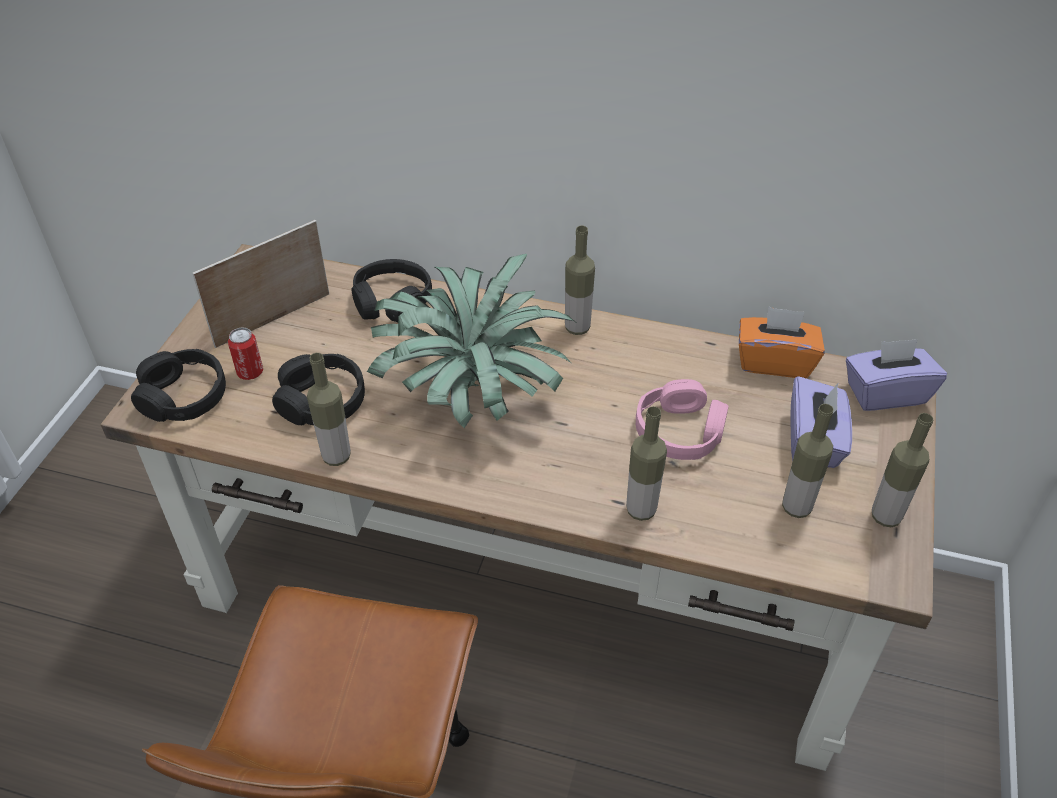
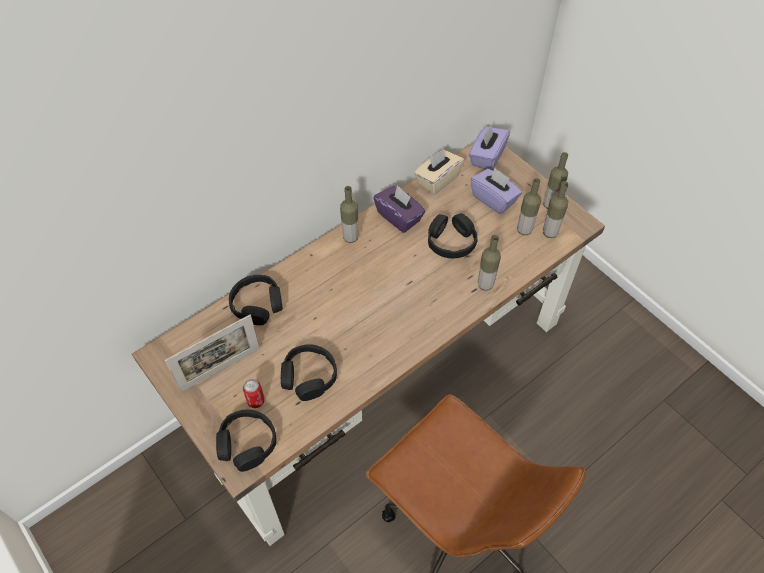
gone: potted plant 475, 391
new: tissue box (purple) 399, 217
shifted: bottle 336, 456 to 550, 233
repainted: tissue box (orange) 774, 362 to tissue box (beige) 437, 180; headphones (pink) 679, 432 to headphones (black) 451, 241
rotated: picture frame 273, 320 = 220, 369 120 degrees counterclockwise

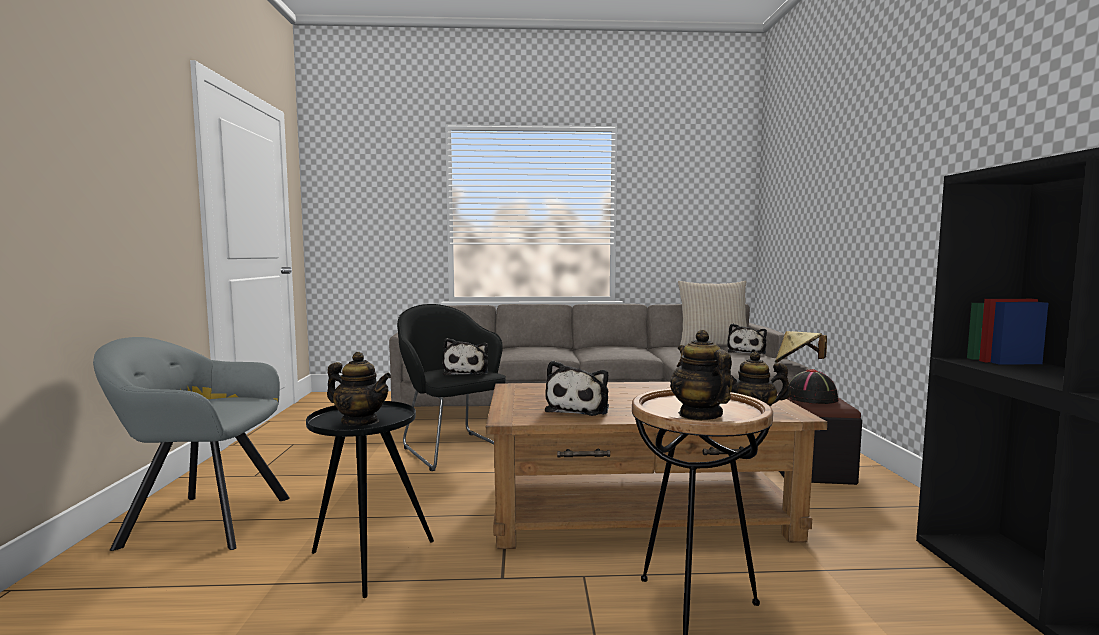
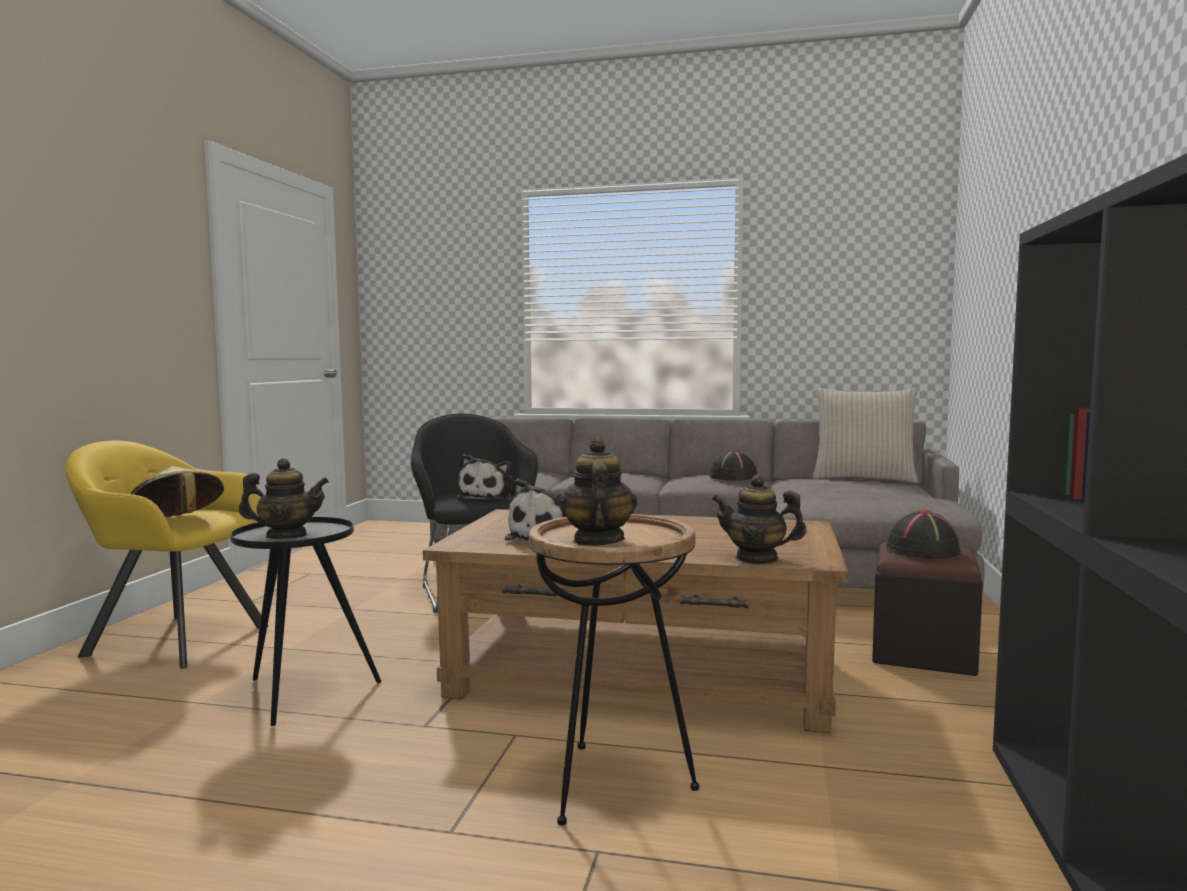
gone: plush toy 747, 352
new: hat (black) 733, 477
shifted: hat (beige) 798, 364 to 178, 521
repainted: armchair (grey) 201, 520 to armchair (yellow) 172, 639
rotated: teapot 360, 422 = 286, 536 45 degrees counterclockwise

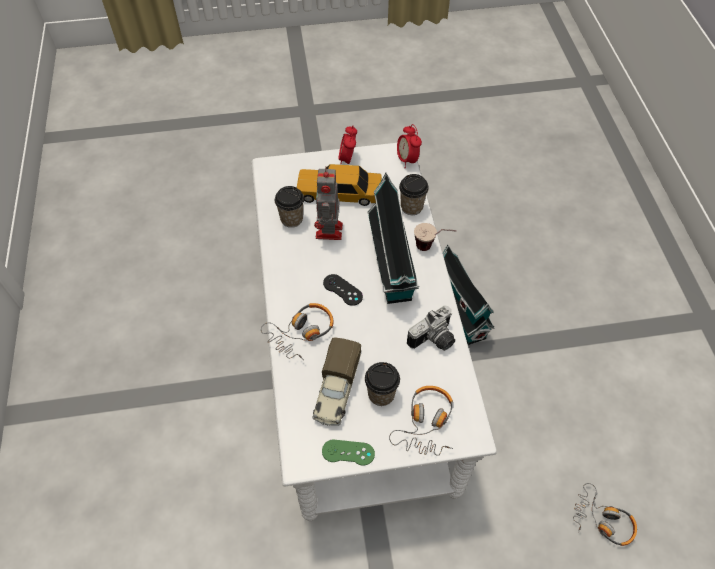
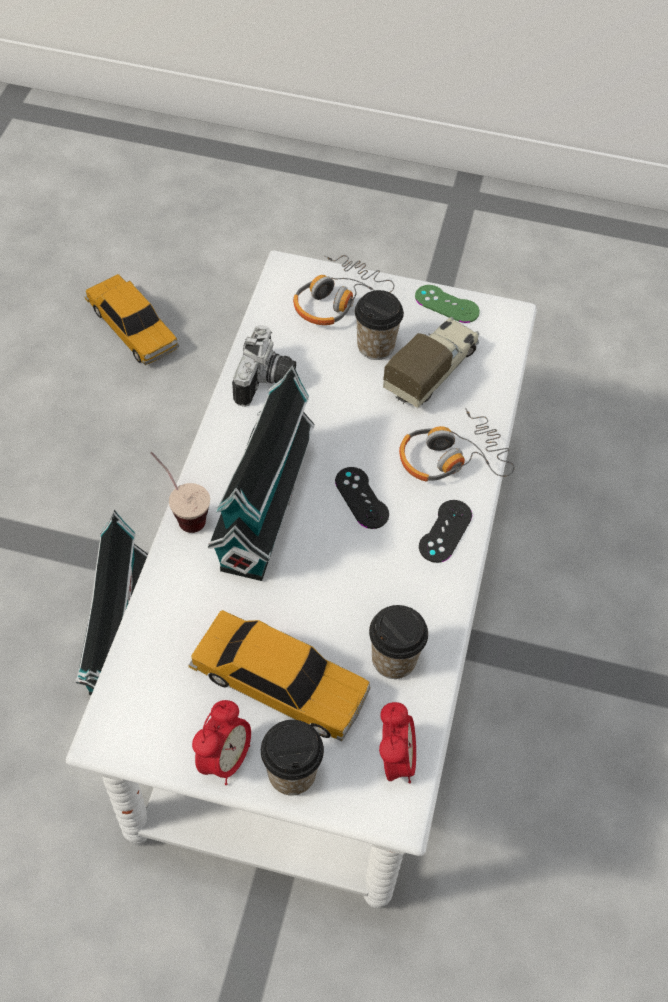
gone: toy robot 329, 232
new: game controller (black) 445, 531
shifted: alarm clock 407, 160 to 395, 760; cup 411, 207 to 292, 774
swapped: headphones 602, 520 to toy car 133, 328
rotated: photo camera 434, 340 = 267, 382 120 degrees clockwise

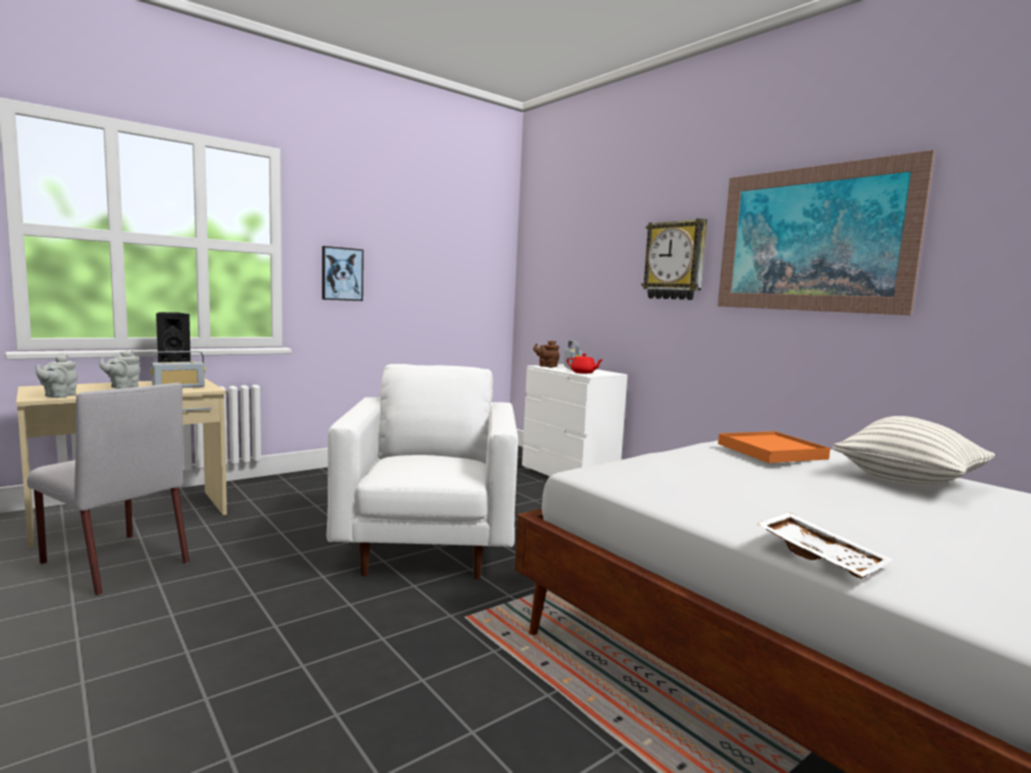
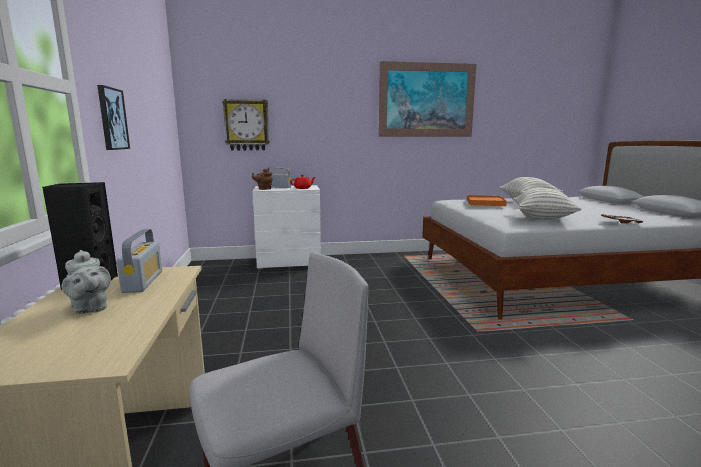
gone: teapot (grey) 58, 396; armchair (white) 428, 547
new: pillow 542, 219
shifted: wall clock 675, 260 to 247, 125

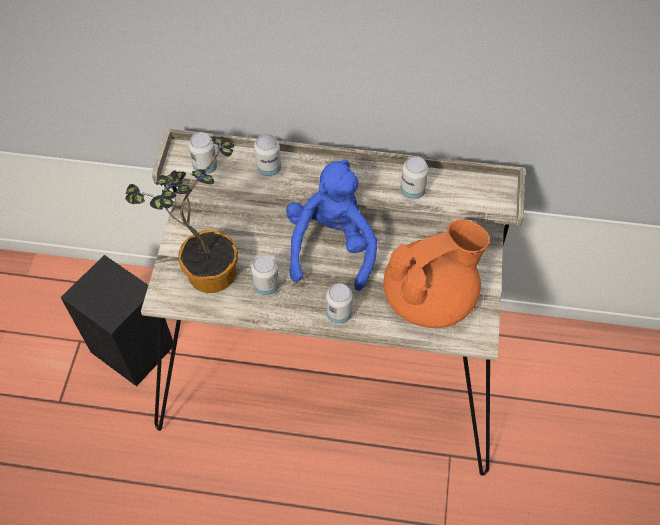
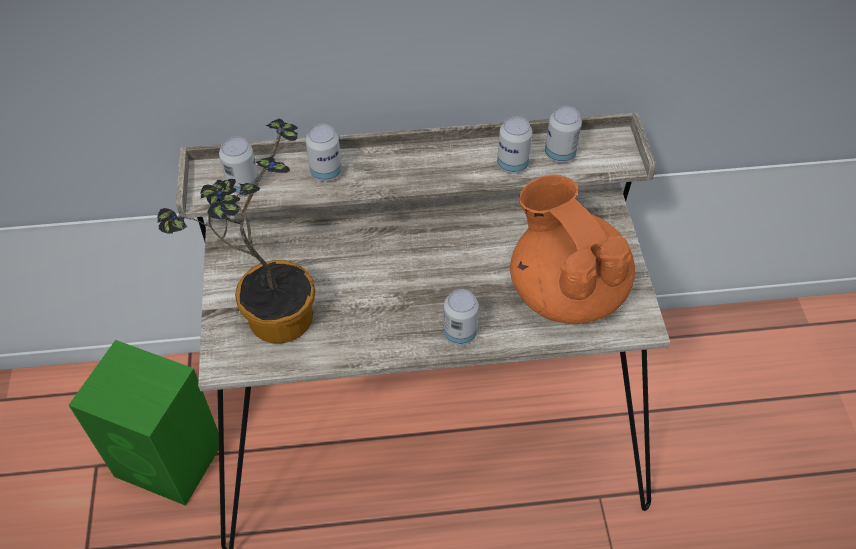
gone: plush toy (blue) 332, 246
shifted: can 266, 286 to 560, 154
repainted: speaker (black) 134, 350 to speaker (green) 171, 460
rotated: teapot (orange) 430, 298 = 565, 290 75 degrees counterclockwise

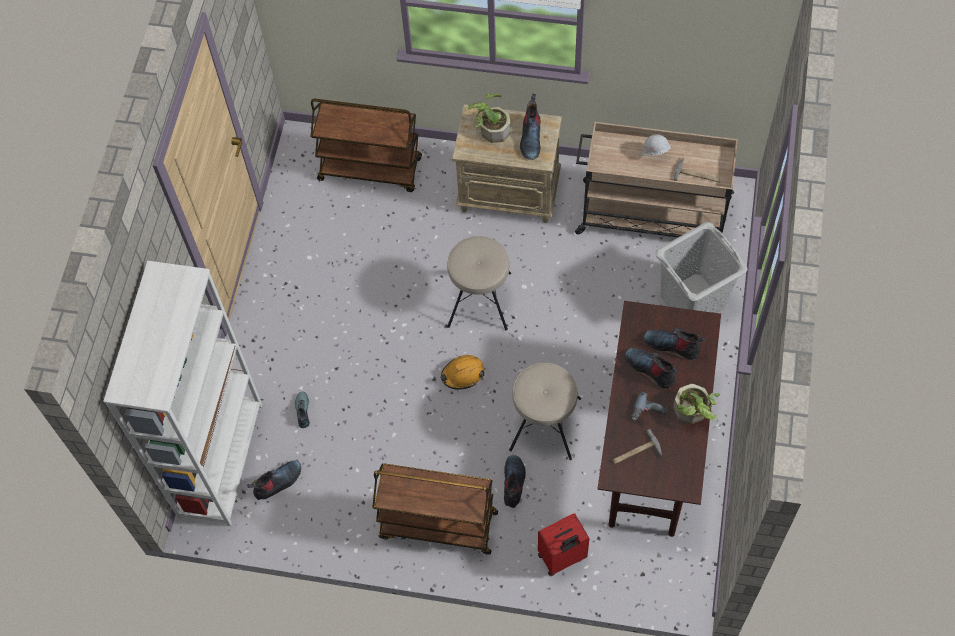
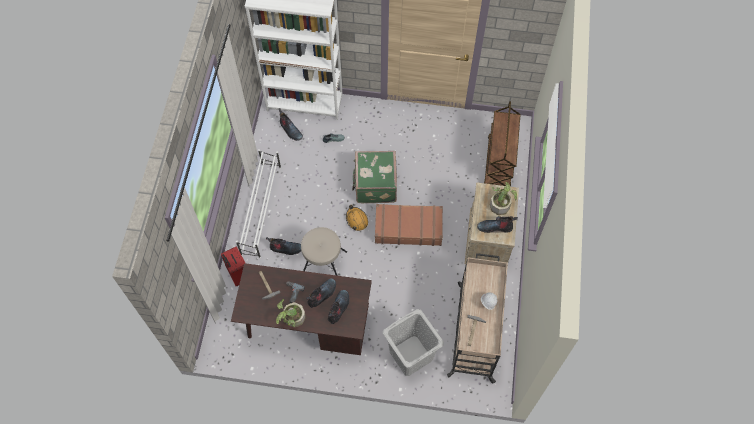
new: suitcase (green) 374, 185
swapped: stool (beige) 480, 299 to suitcase (brown) 408, 228; cart (brown) 437, 525 to shoe rack (white) 261, 209

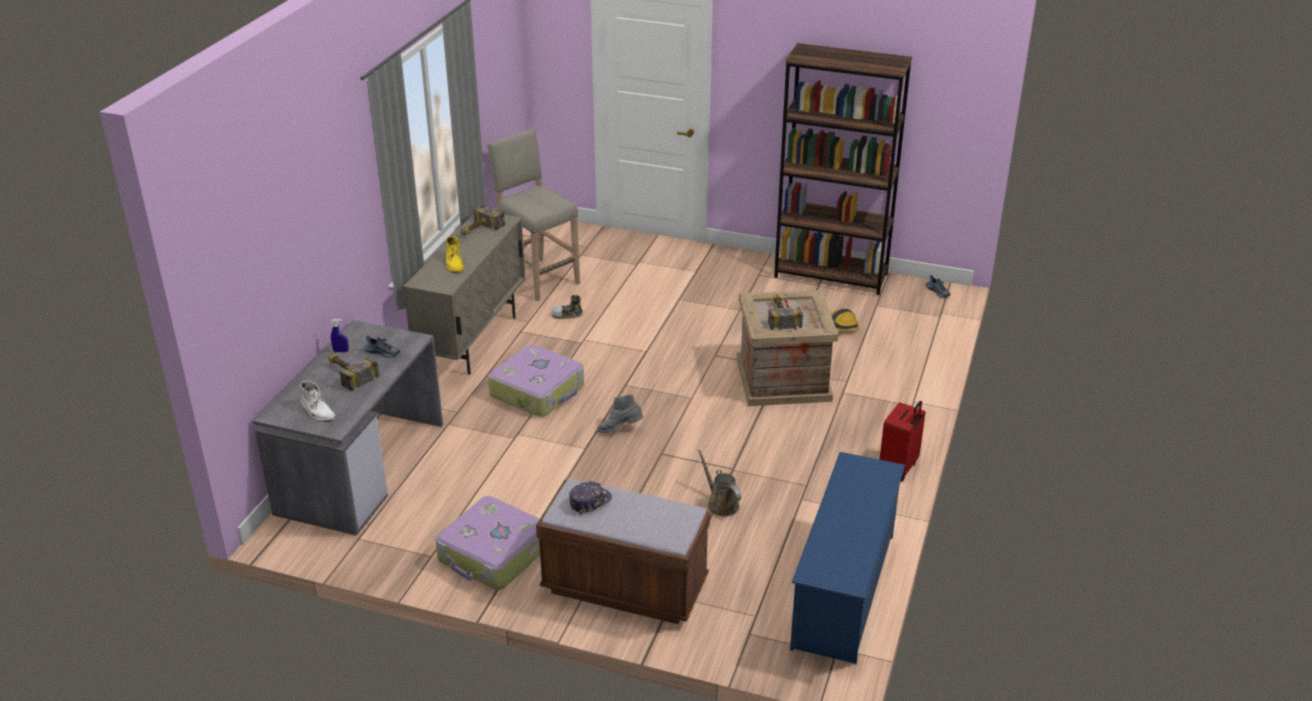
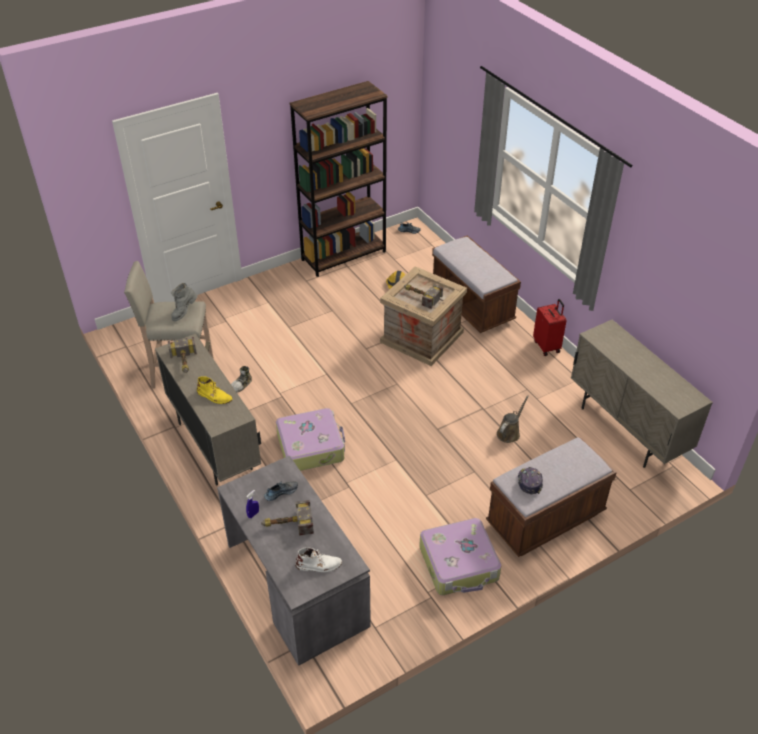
new: bench (brown) 472, 305
shifted: boot (grey) 620, 430 to 184, 312
swapped: shoe rack (blue) 844, 590 to cabinet (beige) 626, 430
rotated: watering can (brown) 721, 504 = 509, 432 120 degrees clockwise

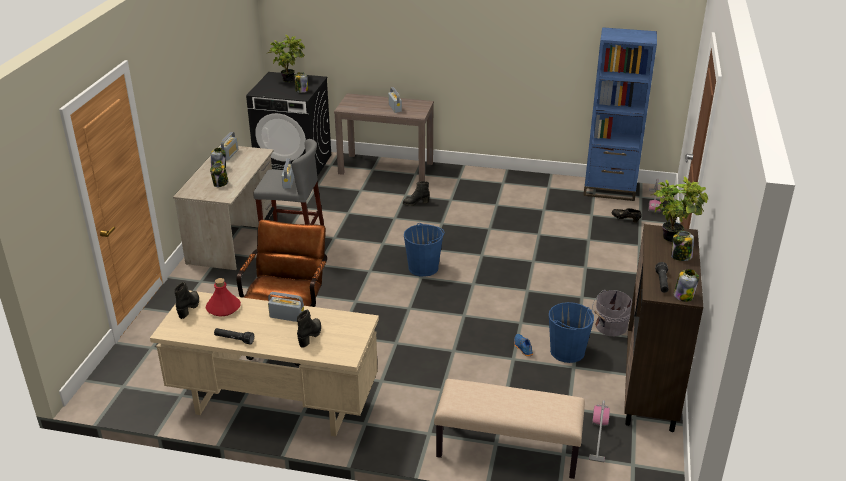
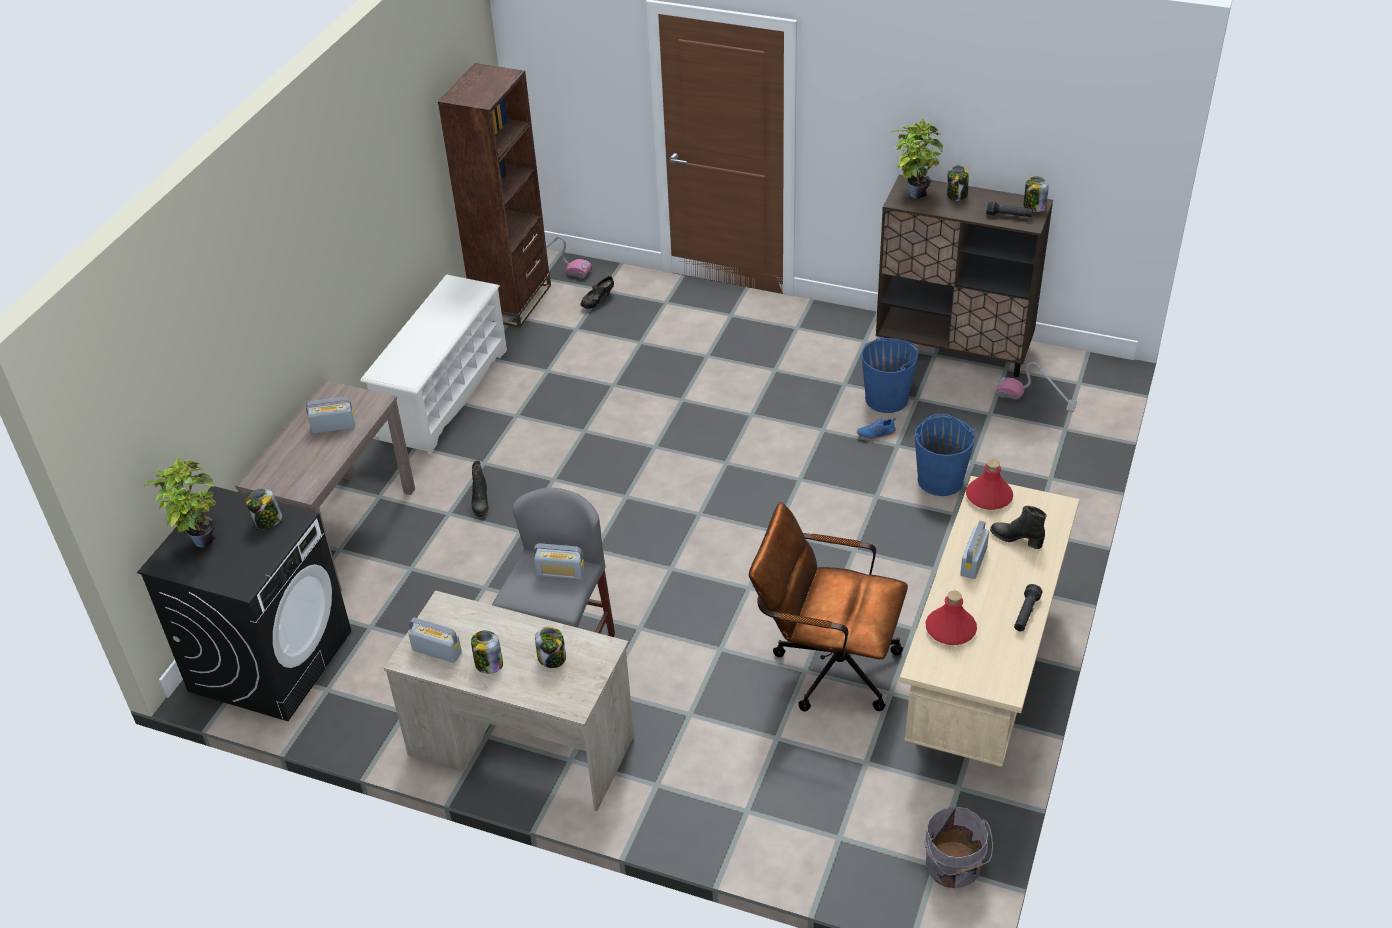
gone: boot (black) 189, 307; bench (beige) 507, 450
new: shoe rack (white) 444, 394; bottle (red) 989, 497
shifted: bucket (blue) 423, 268 to 940, 480; bucket (grey) 609, 327 to 953, 867
repainted: bookcase (blue) 609, 190 to bookcase (brown) 512, 301

